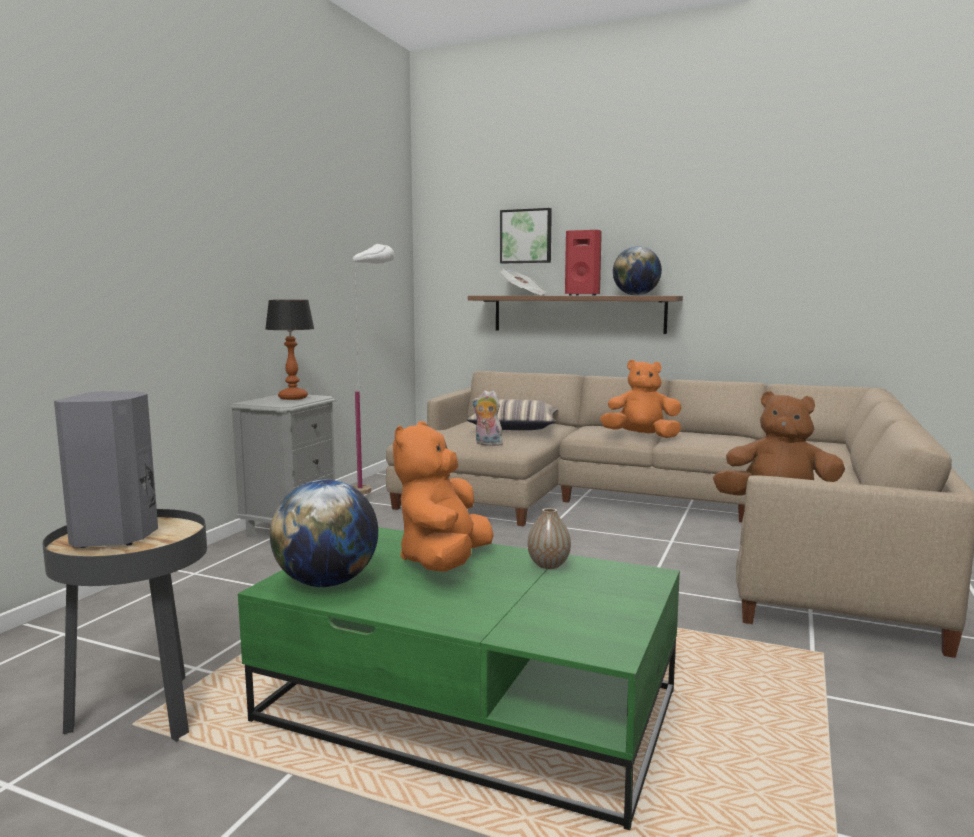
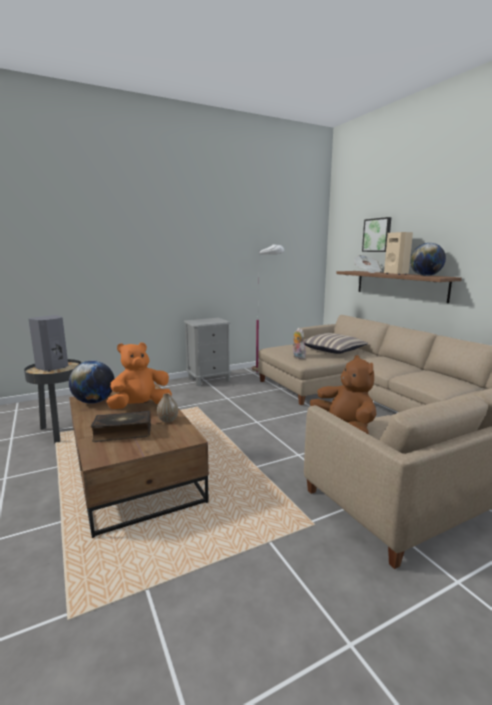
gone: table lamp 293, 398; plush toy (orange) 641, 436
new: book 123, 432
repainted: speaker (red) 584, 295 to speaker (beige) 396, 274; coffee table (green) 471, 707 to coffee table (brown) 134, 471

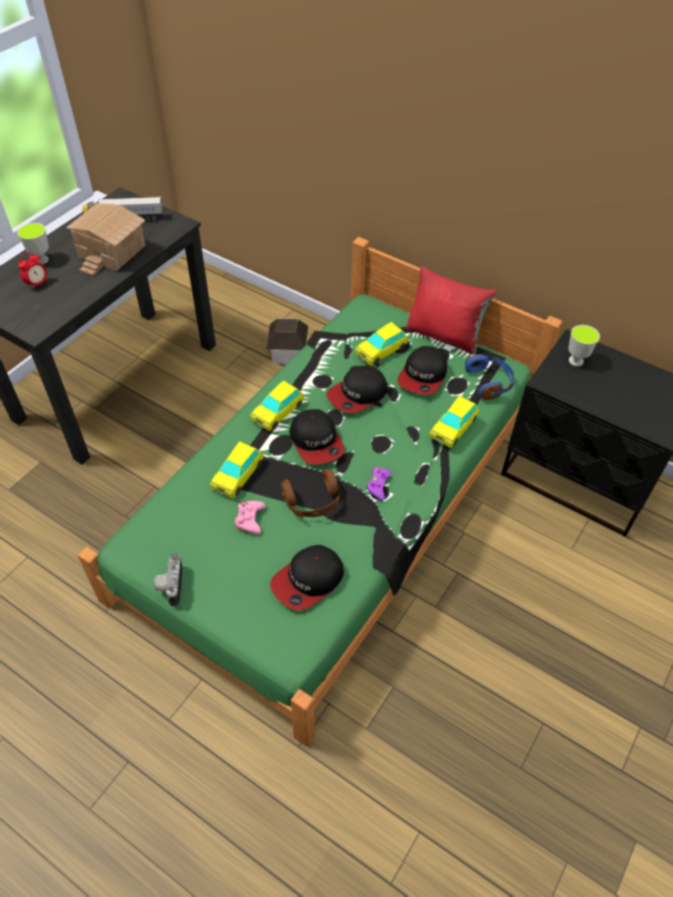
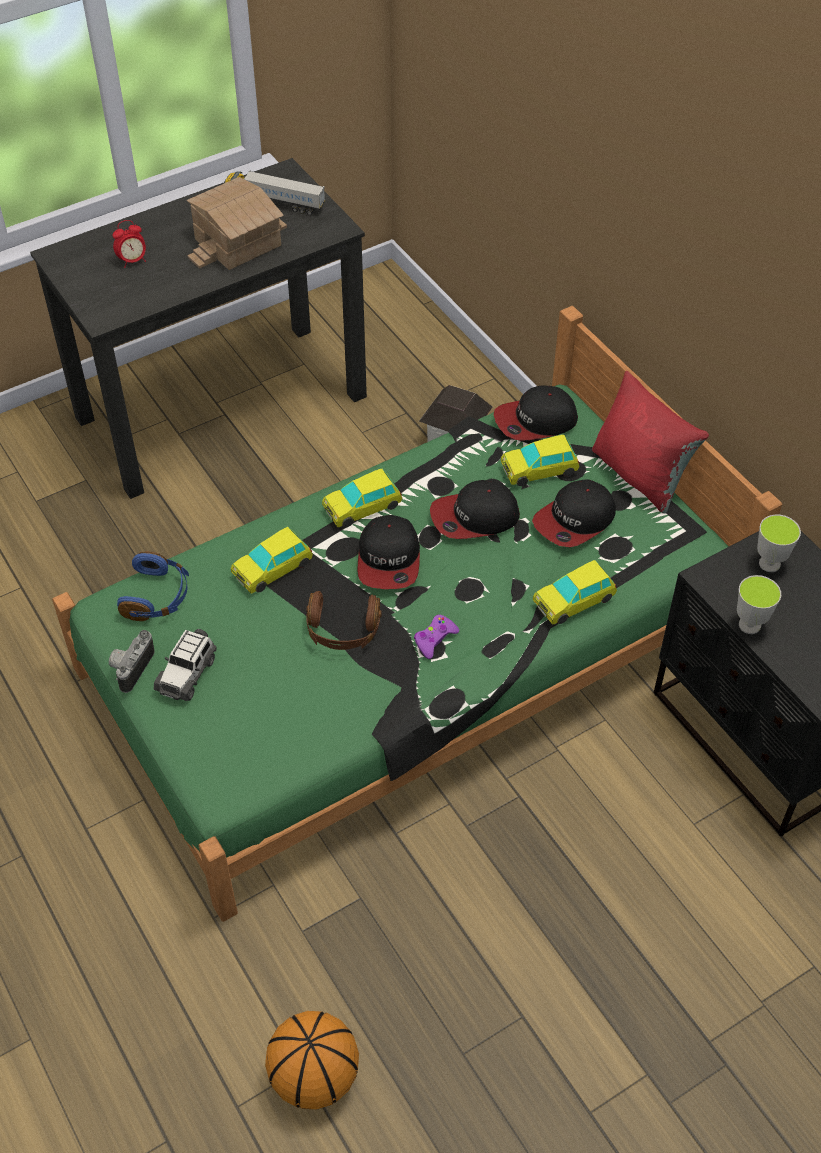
gone: game controller (pink) 250, 519
new: toy car 187, 673; basketball 314, 1077
shifted: cup 41, 260 to 749, 625; headphones (blue) 490, 382 to 157, 596; cap 308, 581 to 535, 421

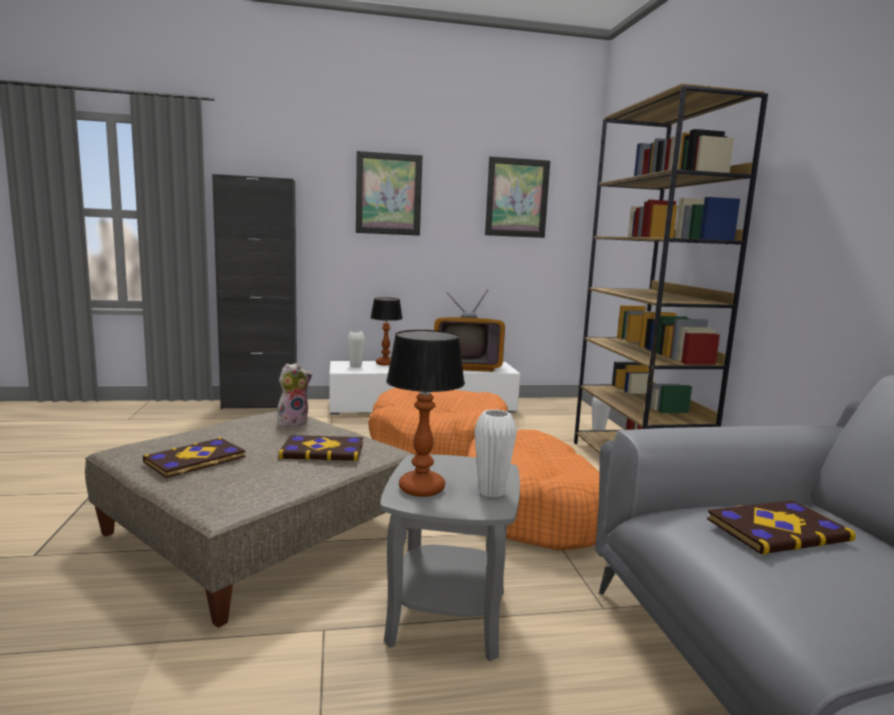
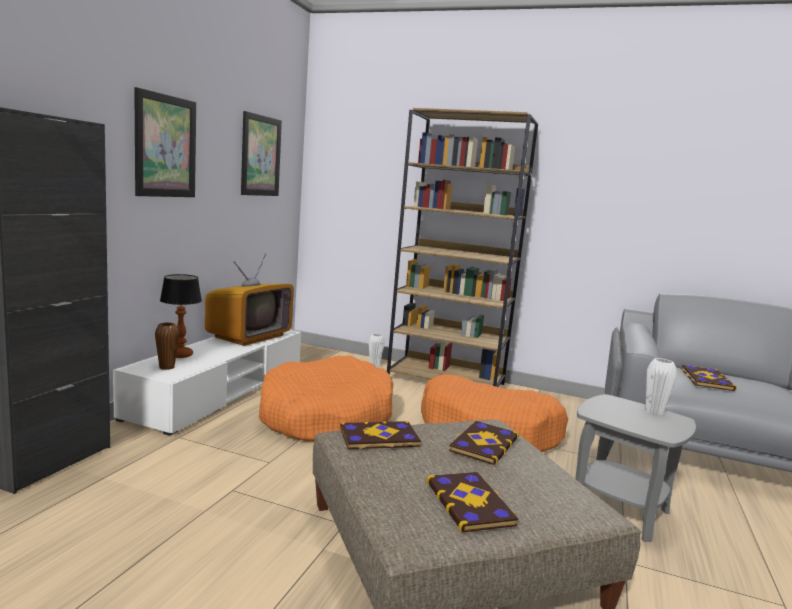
gone: table lamp 420, 488
swapped: plush toy 293, 422 to book 379, 438
repainted: vase (white) 355, 366 to vase (brown) 166, 367

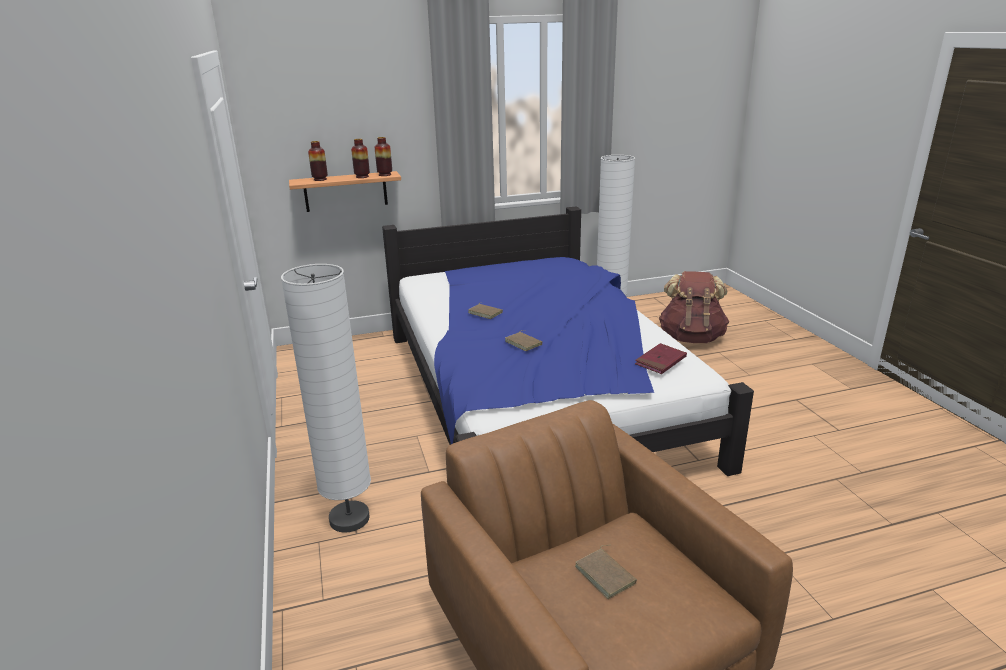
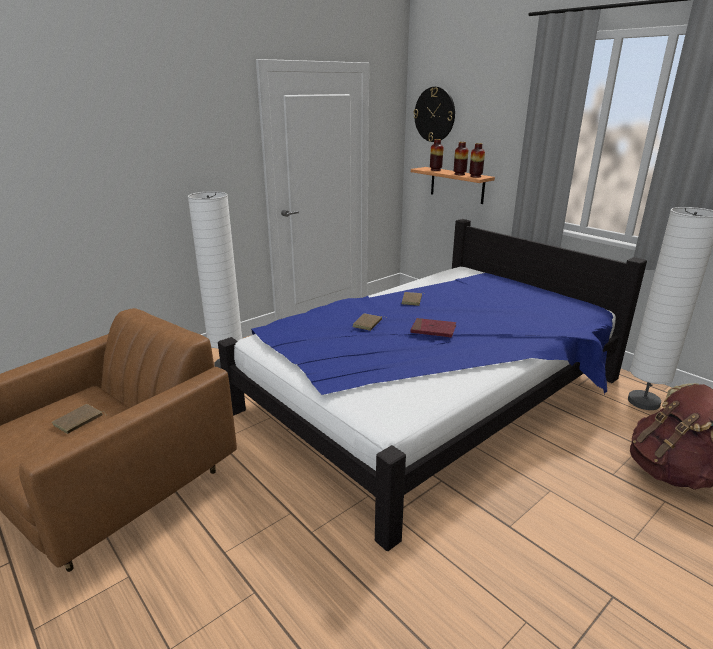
new: wall clock 434, 114
shifted: book (red) 660, 361 to 433, 330

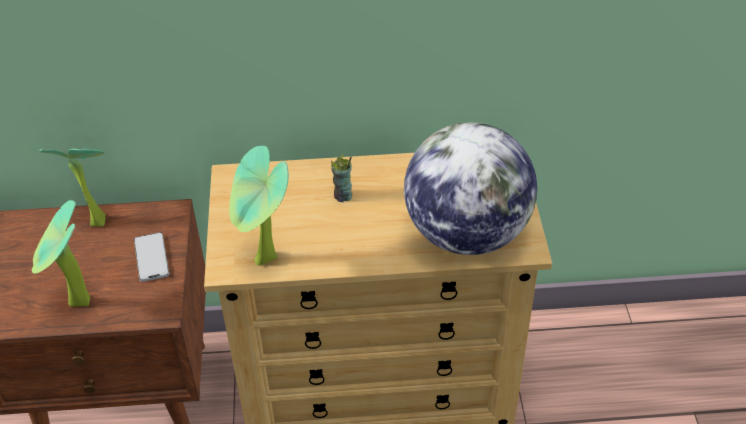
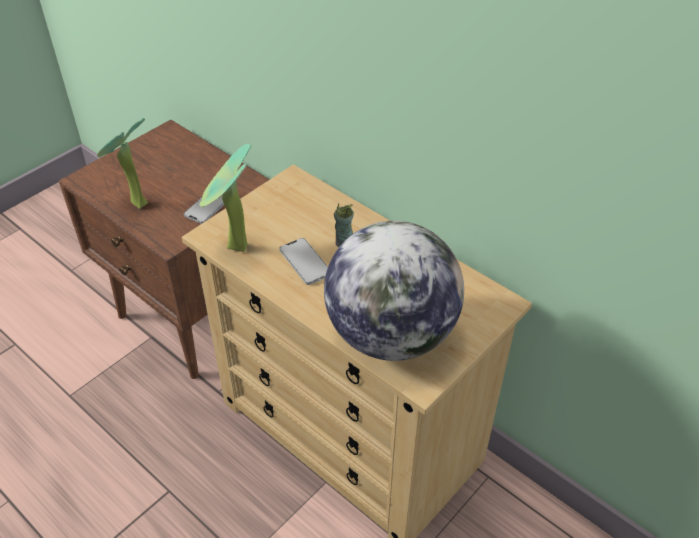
gone: potted plant 95, 219
new: phone 305, 262

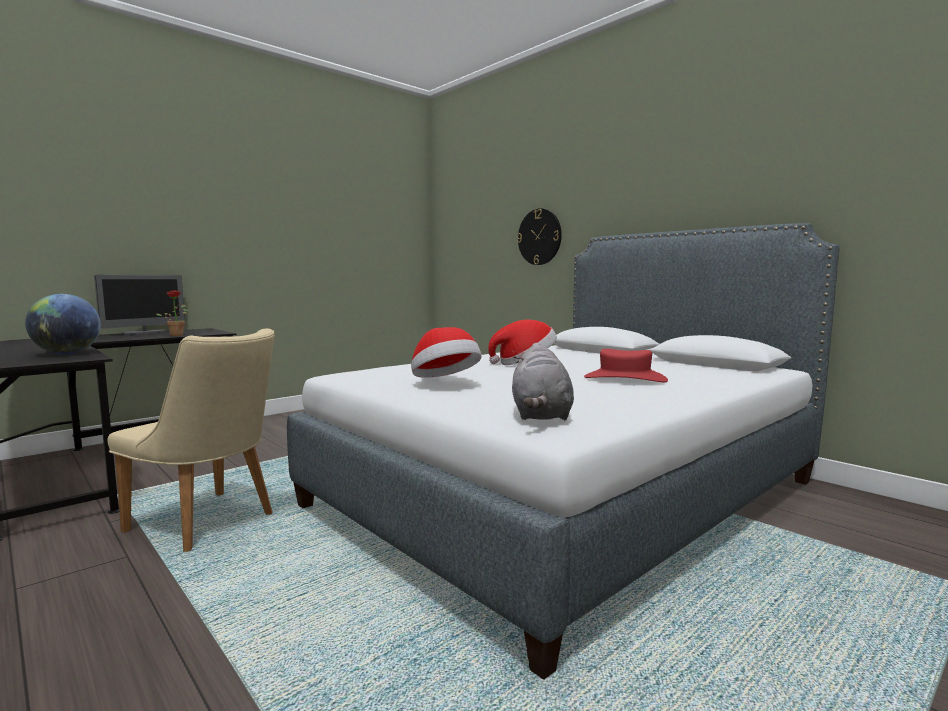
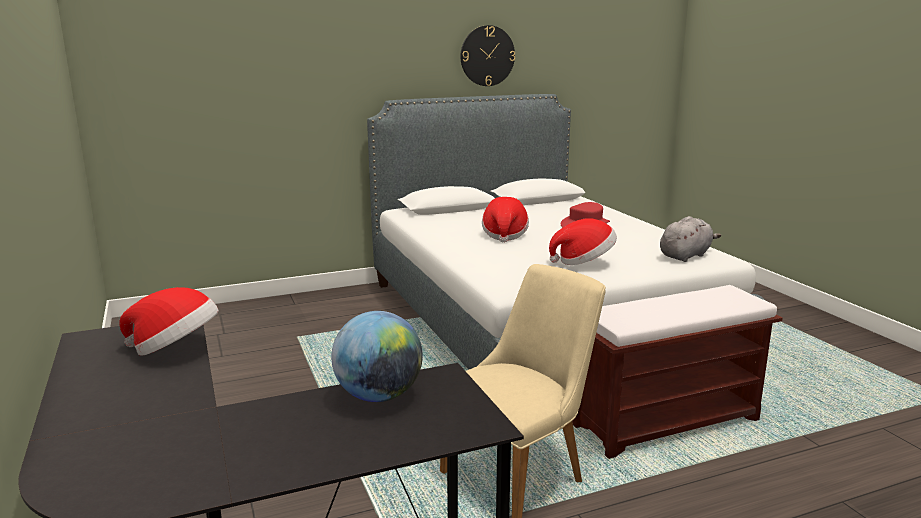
gone: monitor 145, 332
new: bench (brown) 667, 421
shifted: wall clock 539, 237 to 487, 56
swapped: potted plant 177, 335 to hat 176, 349
rotated: plush toy (grey) 541, 415 = 686, 256 60 degrees counterclockwise

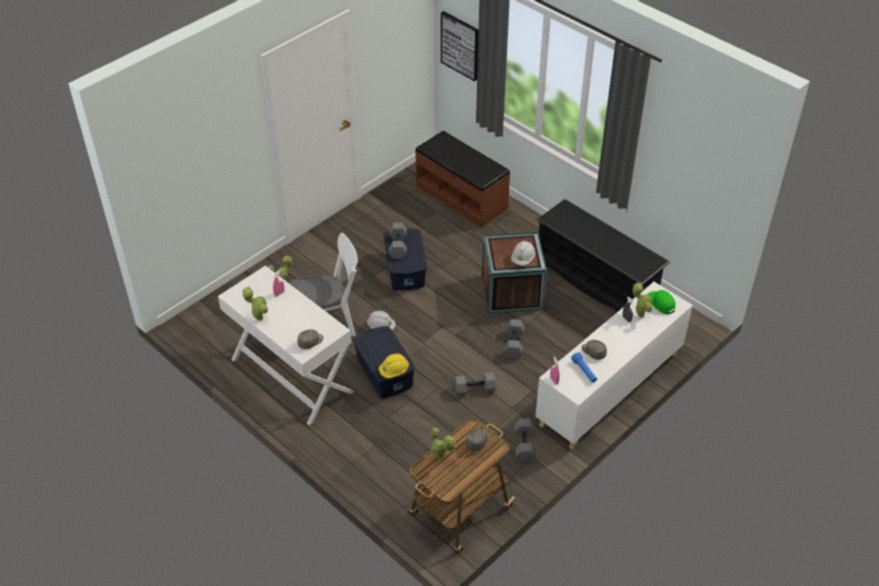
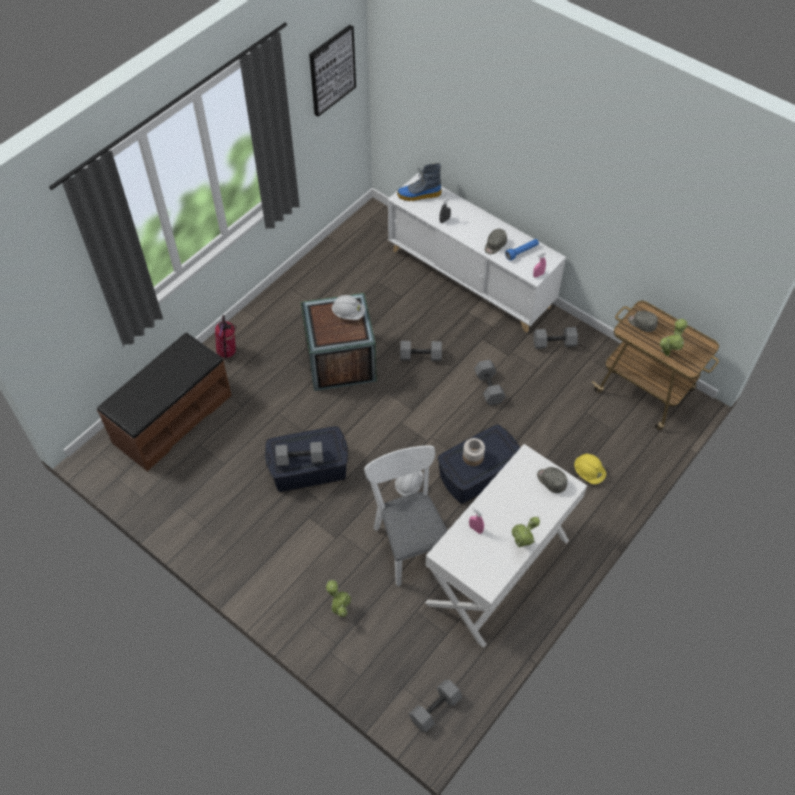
gone: shoe rack (black) 596, 282; potted plant 640, 314
new: fire extinguisher 228, 353; jar 472, 457; dumbbell (grey) 435, 710
shifted: picture 460, 45 to 331, 70; hard hat (yellow) 394, 371 to 588, 473
swapped: cap (green) 660, 303 to boot 419, 195

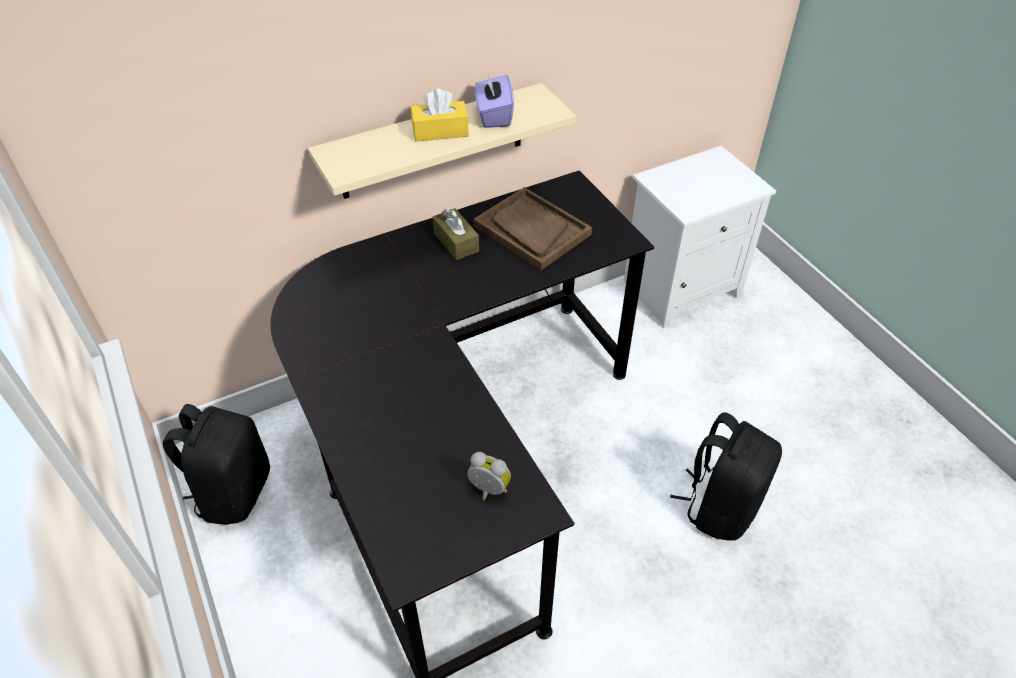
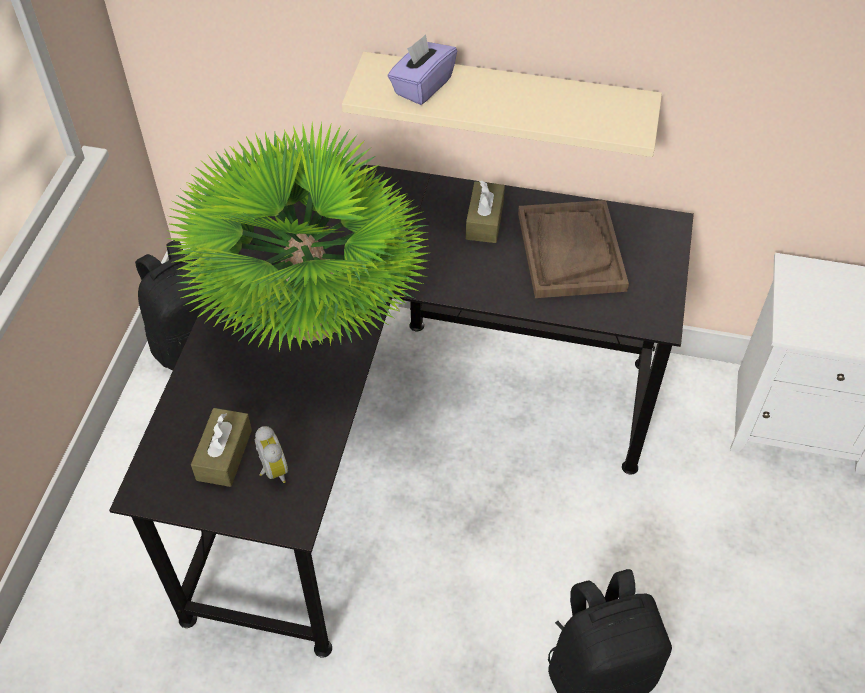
gone: tissue box (yellow) 440, 131
new: potted plant 312, 316; tissue box (brown) 224, 455
shifted: tissue box (purple) 494, 116 to 422, 86

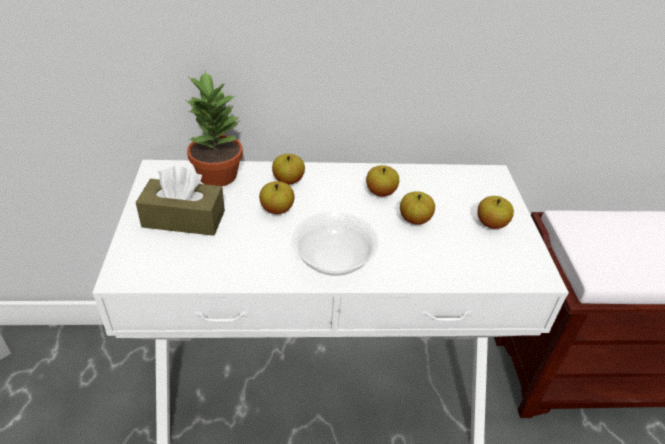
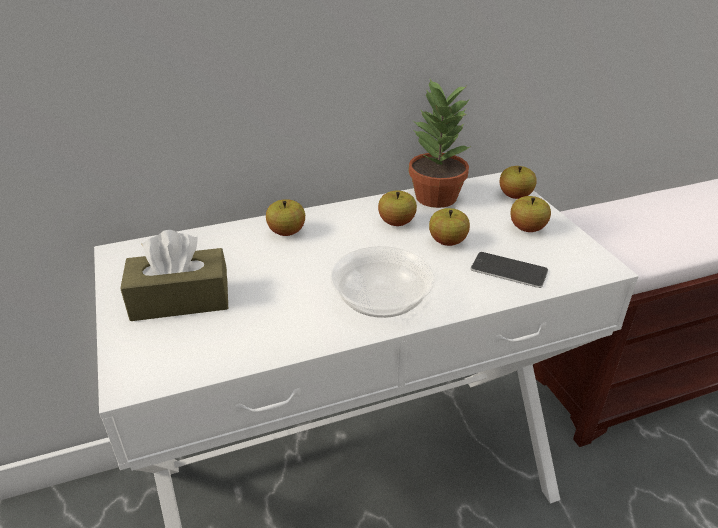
new: phone 509, 270
shifted: potted plant 217, 175 to 434, 197; apple 277, 209 to 515, 196

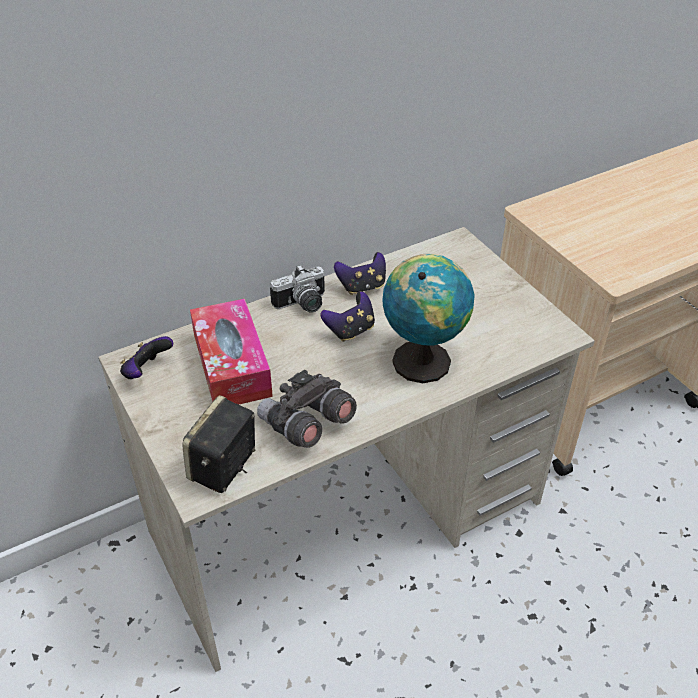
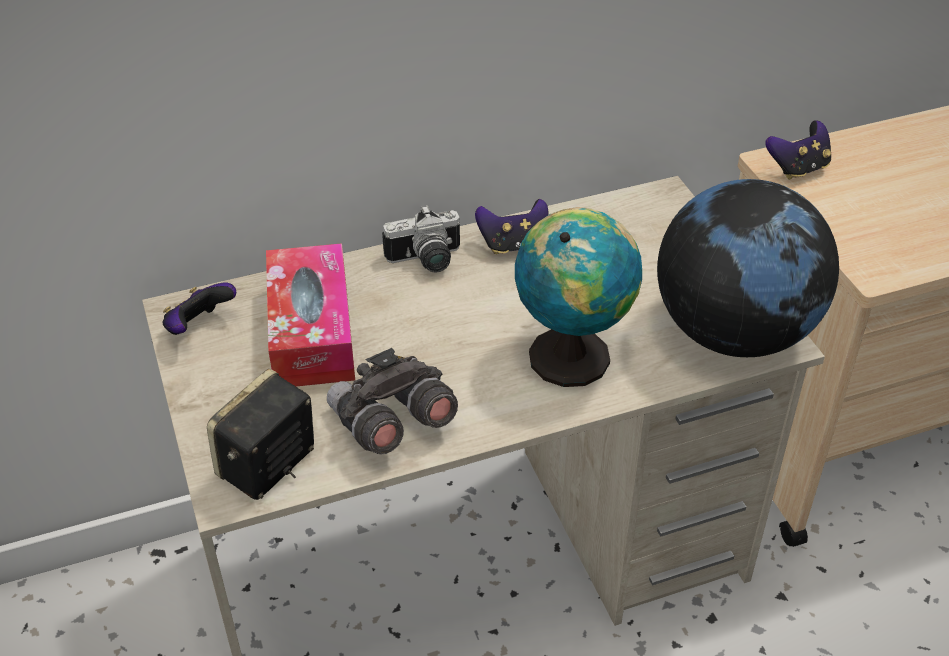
new: globe 734, 332
shifted: game controller 350, 330 to 798, 168

